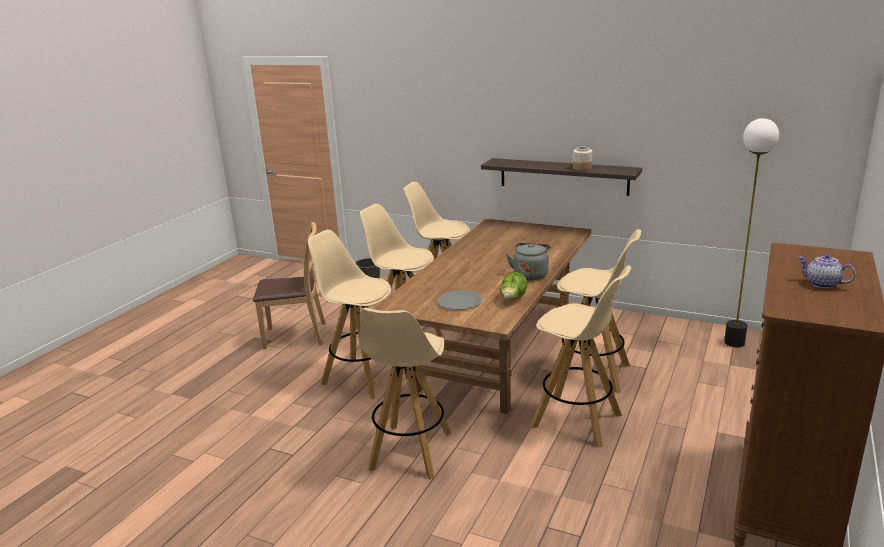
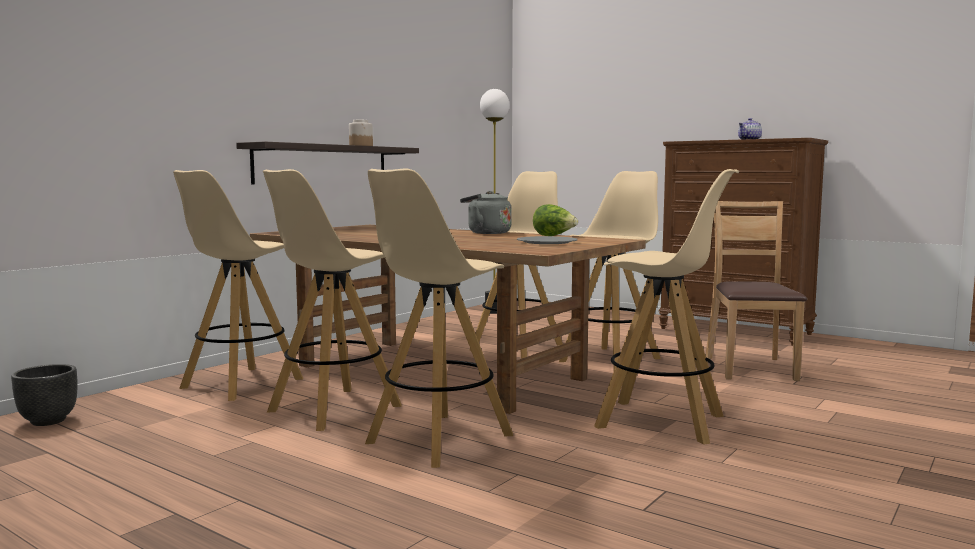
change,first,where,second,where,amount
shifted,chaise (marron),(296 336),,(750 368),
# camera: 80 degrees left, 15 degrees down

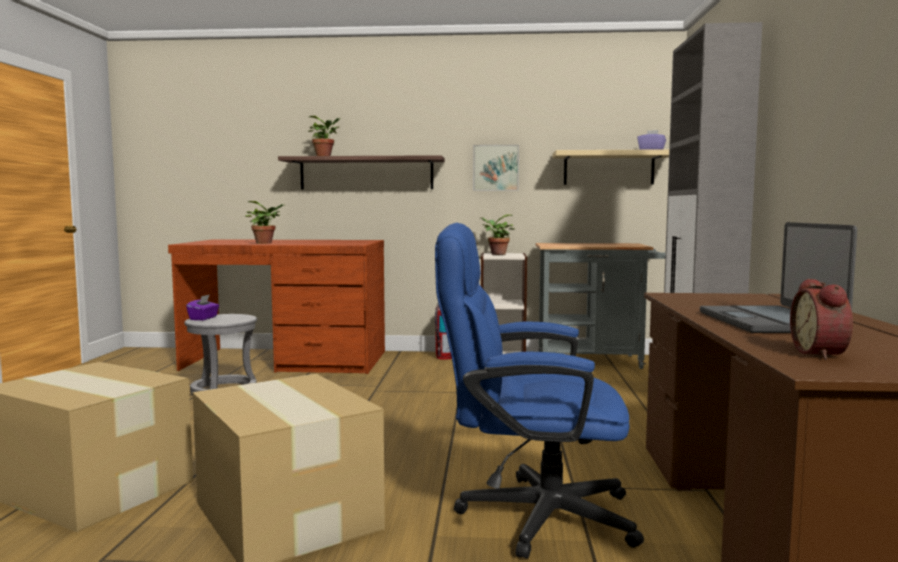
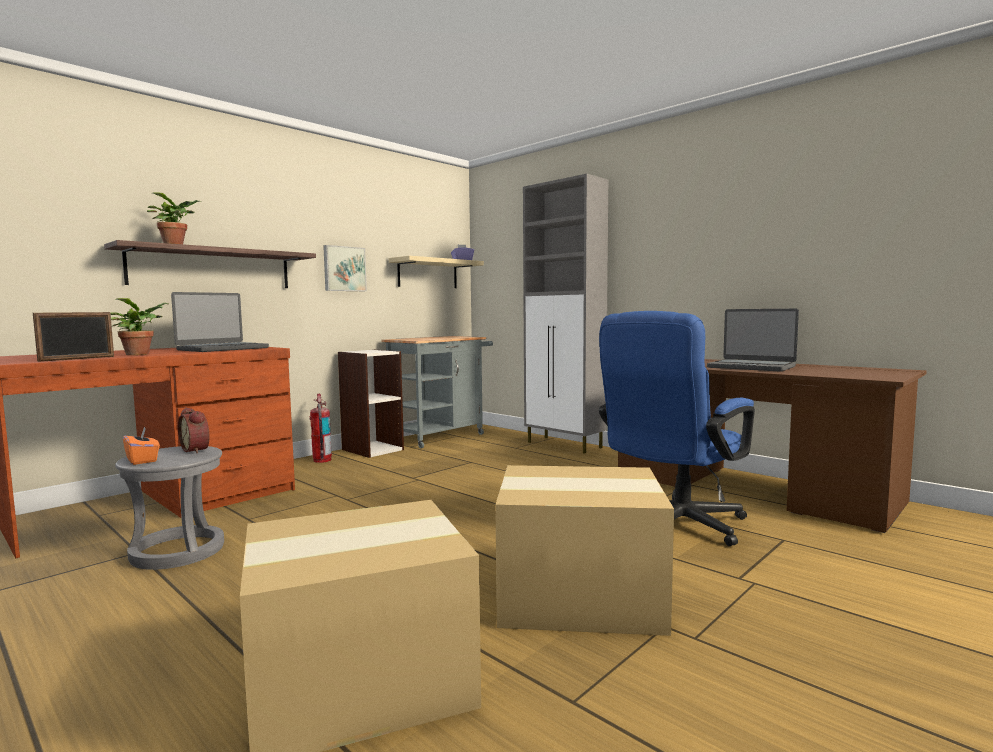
change,first,where,second,where,amount
repainted,boîte à mouchoirs (violet),(203 318),boîte à mouchoirs (orange),(142 460),
gone,plante en pot,(496 254),,,
shifted,réveil,(822 354),,(197 450),
new,,,cadre photo,(77 359),
new,,,ordinateur portable,(222 349),
# camera: 50 degrees left, 0 degrees up

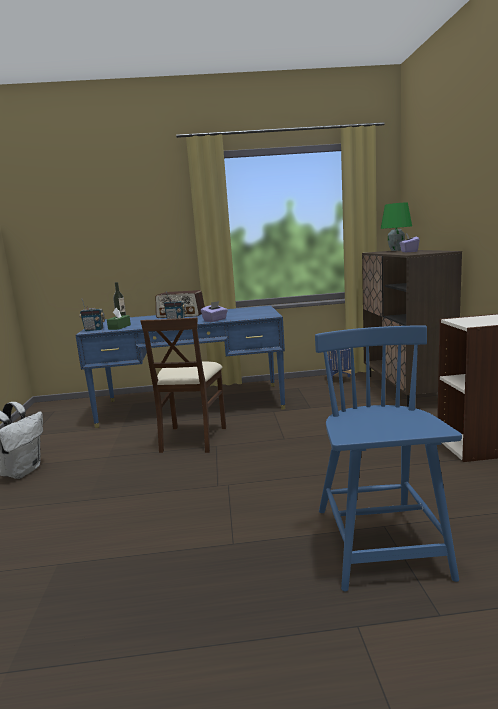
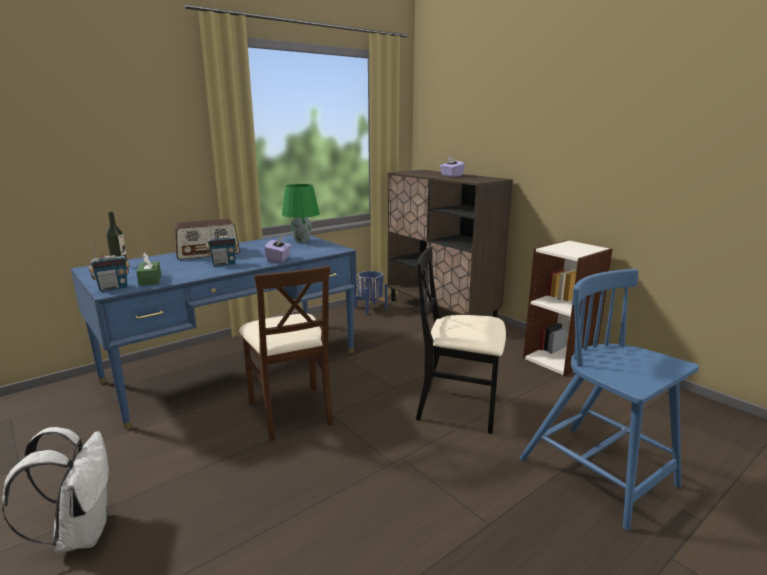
change,first,where,second,where,amount
shifted,lampe de table (vert),(396 250),,(302 241),
new,,,chaise (noir),(458 408),
# camera: 35 degrees left, 5 degrees up

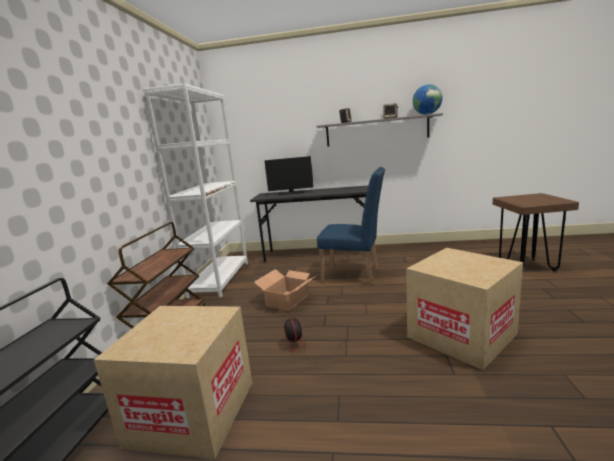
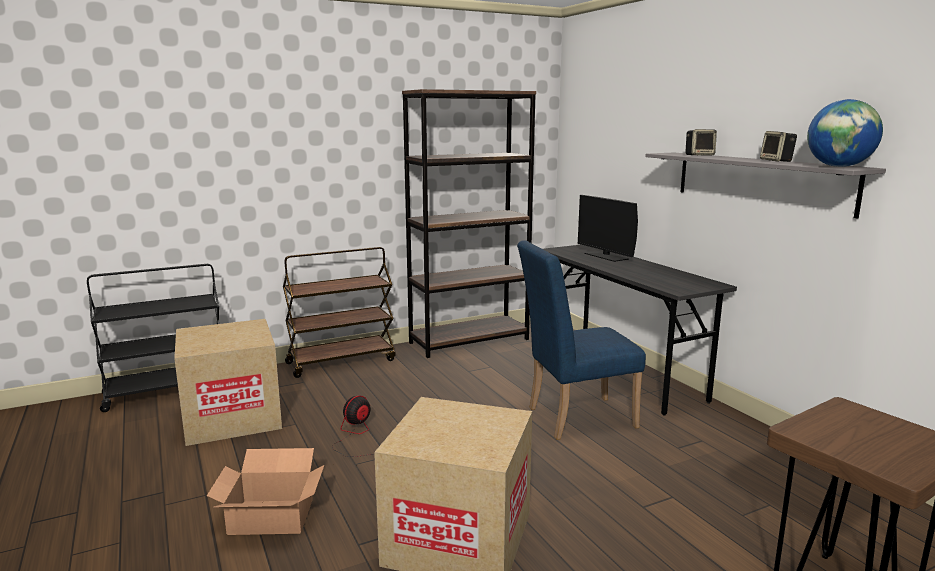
change,first,where,second,where,amount
repainted,bibliothèque (blanc),(220 278),bibliothèque (marron),(469 341),
shifted,carton,(286 300),,(270 516),
rotated,chaise (bleu),(355 275),,(573 418),90 degrees clockwise
# camera: 55 degrees right, 0 degrees up

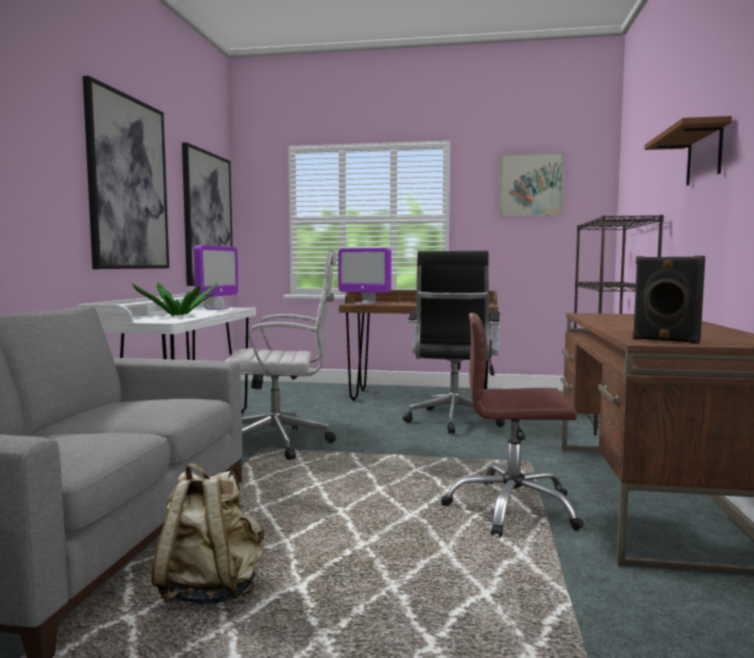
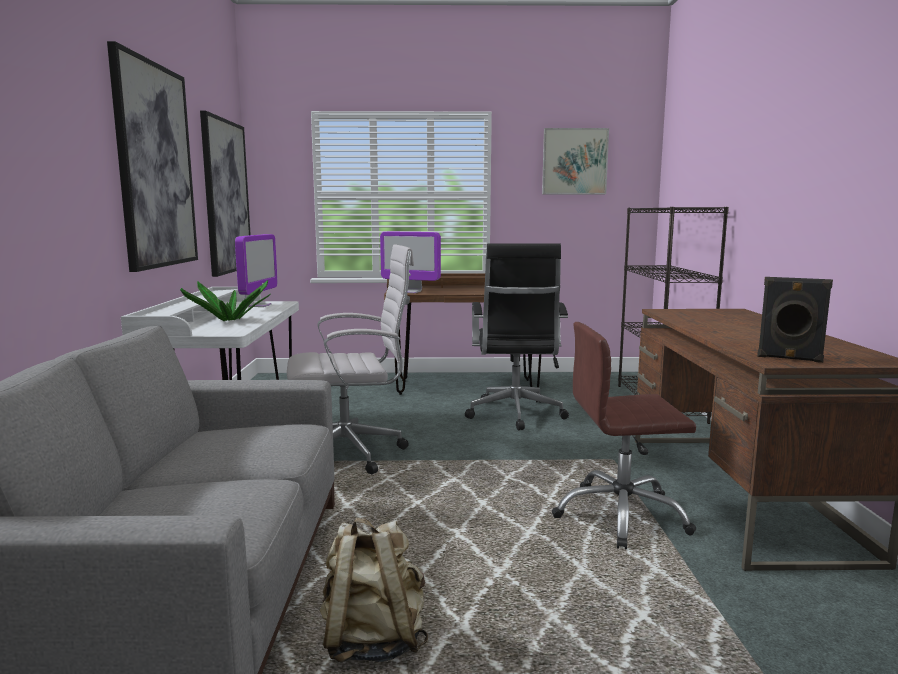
change,first,where,second,where,amount
gone,étagère (marron),(704 155),,,
# camera: 10 degrees left, 5 degrees up

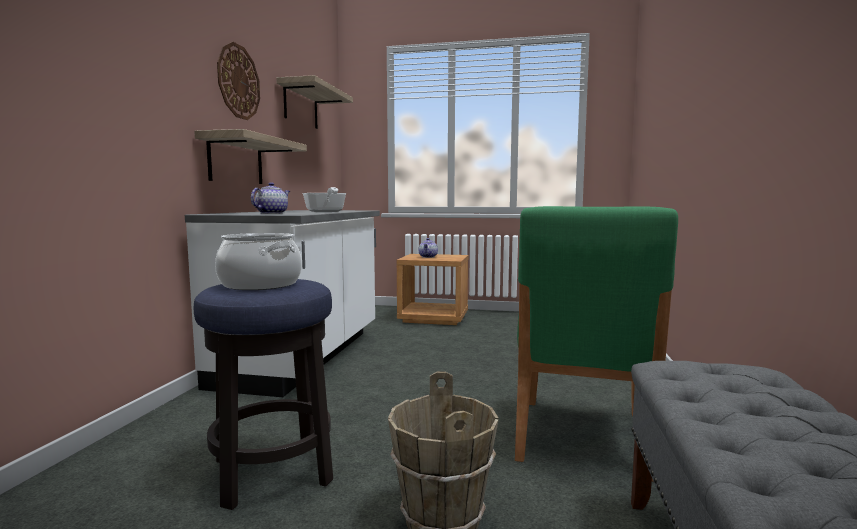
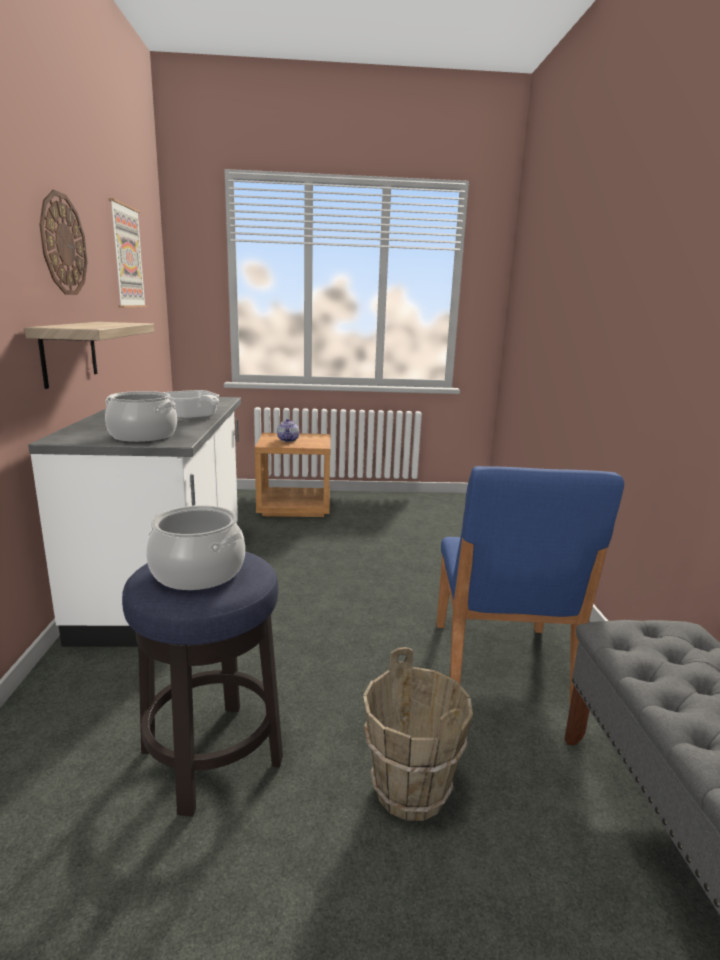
change,first,where,second,where,amount
swapped,théière,(271 213),marmite,(142 436),
swapped,étagère,(301 106),tableau,(126 257),
repainted,chaise (vert),(582 437),chaise (bleu),(499 664),
# camera: 15 degrees left, 10 degrees up

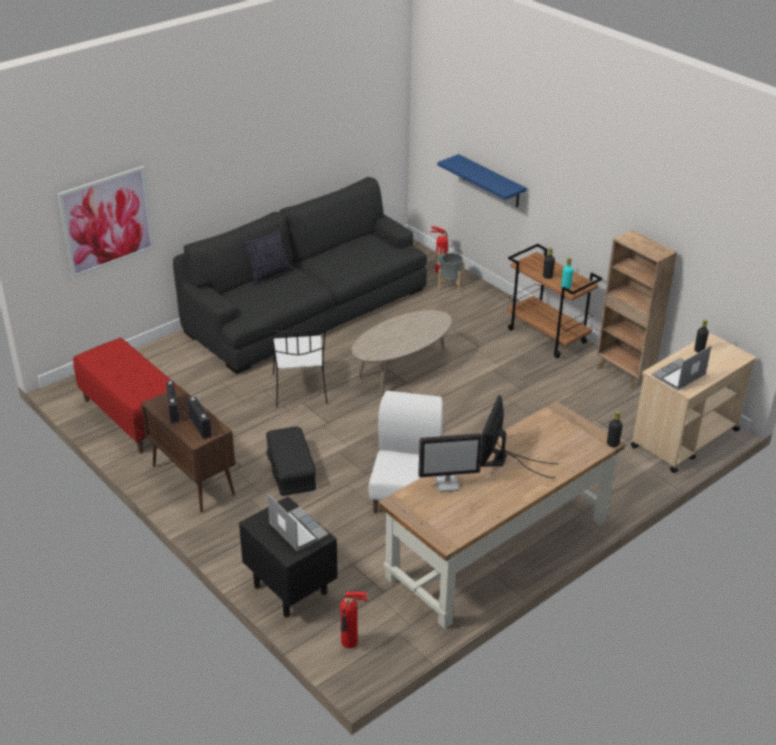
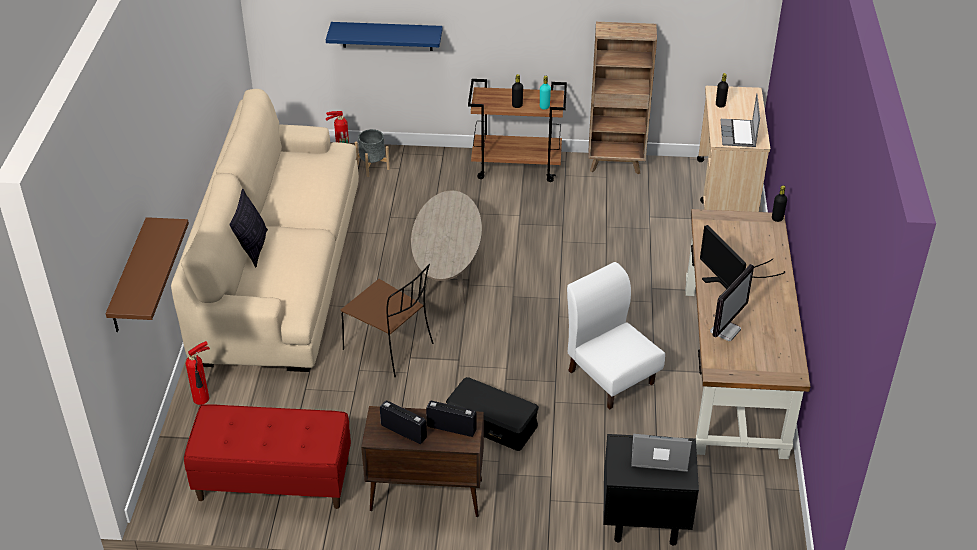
change,first,where,second,where,amount
swapped,tableau,(107 221),étagère (marron),(129 277),
repainted,canapé (noir),(307 310),canapé (beige),(279 268),
repainted,chaise (blanc),(300 390),chaise (marron),(390 347),
shifted,extincteur,(350 643),,(203 399),
# camera: 45 degrees left, 5 degrees up

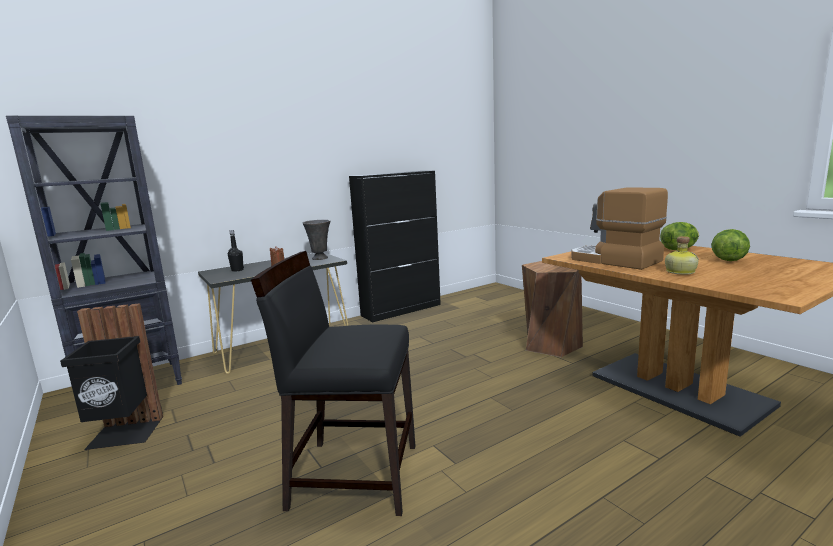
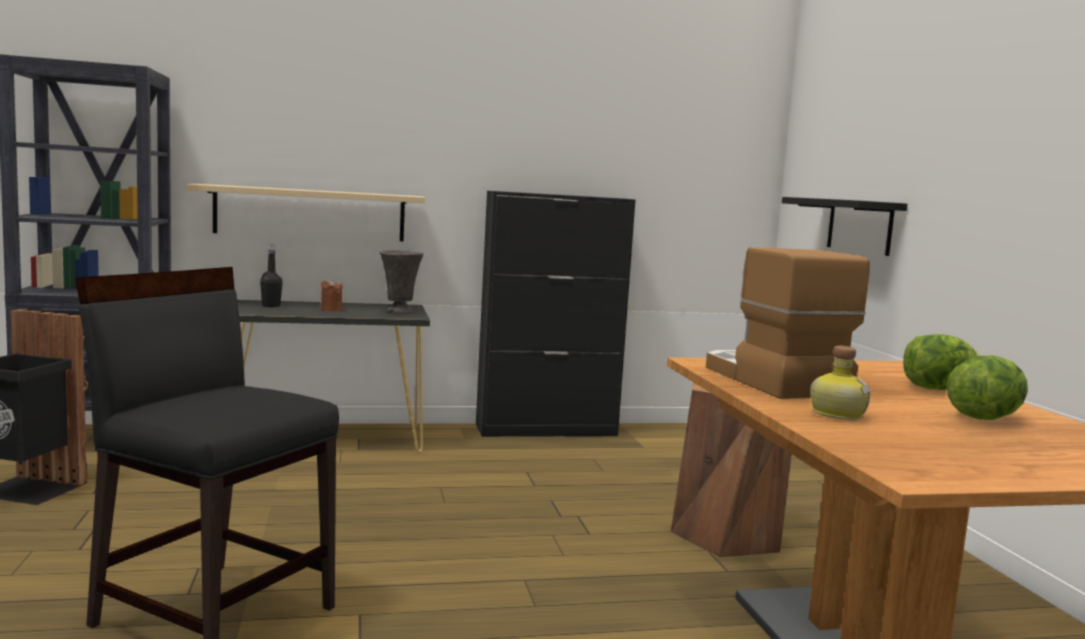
change,first,where,second,where,amount
new,,,étagère (beige),(310 213),
new,,,étagère (noir),(859 226),
# camera: 20 degrees right, 5 degrees down

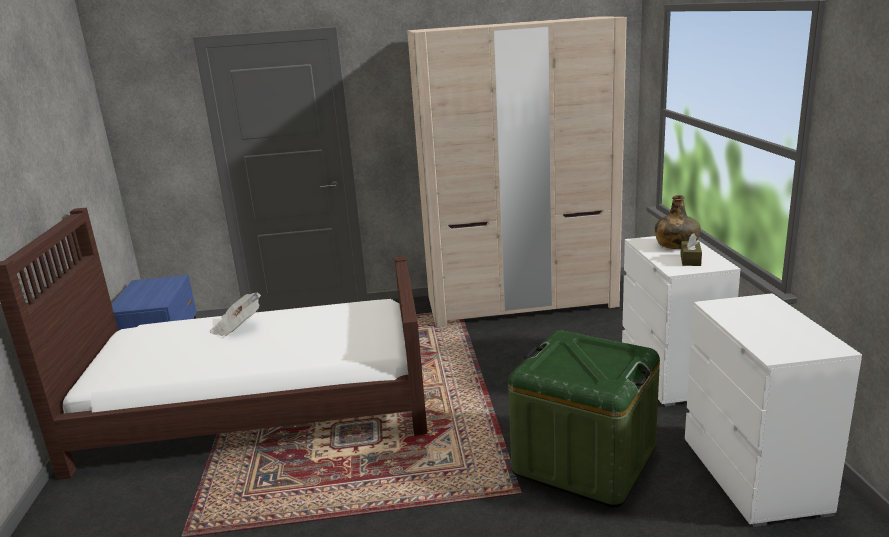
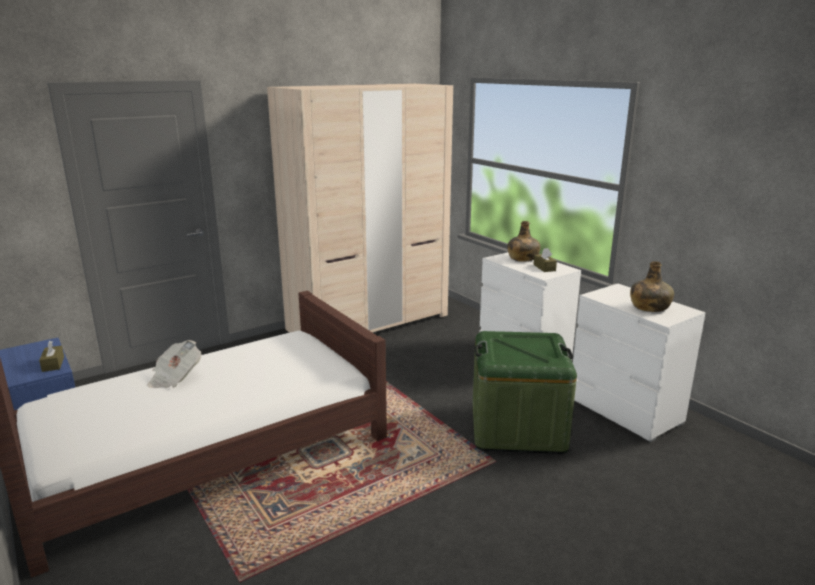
change,first,where,second,where,amount
new,,,boîte à mouchoirs (marron),(53 364),
new,,,bouteille (vert),(649 307),
# camera: 30 degrees left, 0 degrees up

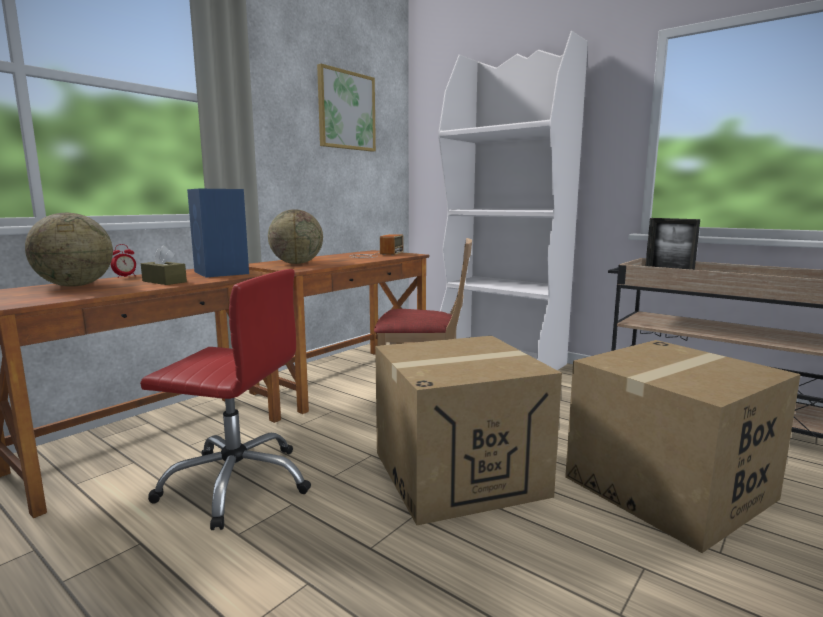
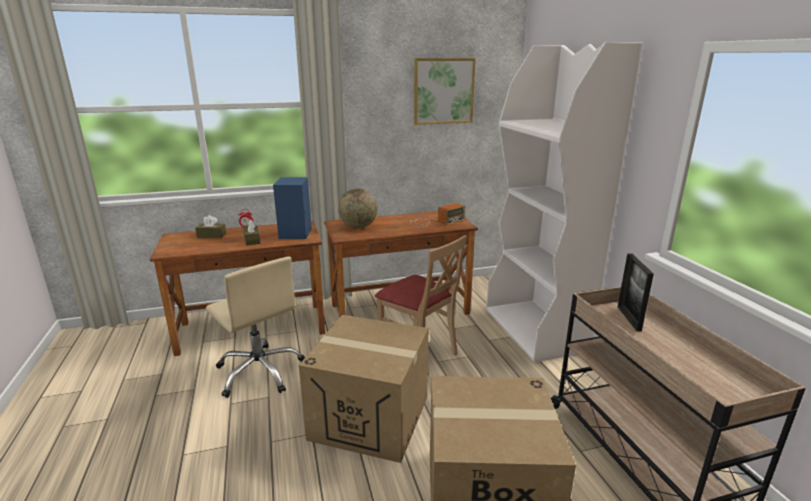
change,first,where,second,where,amount
swapped,globe,(75 285),boîte à mouchoirs (marron),(211 235),
repainted,chaise de bureau (rouge),(237 483),chaise de bureau (beige),(260 371),
# camera: 35 degrees right, 10 degrees up

